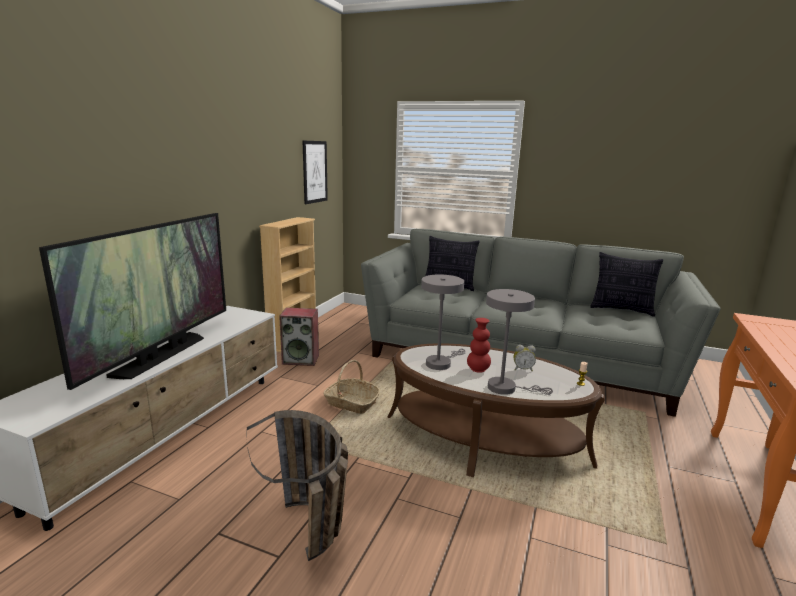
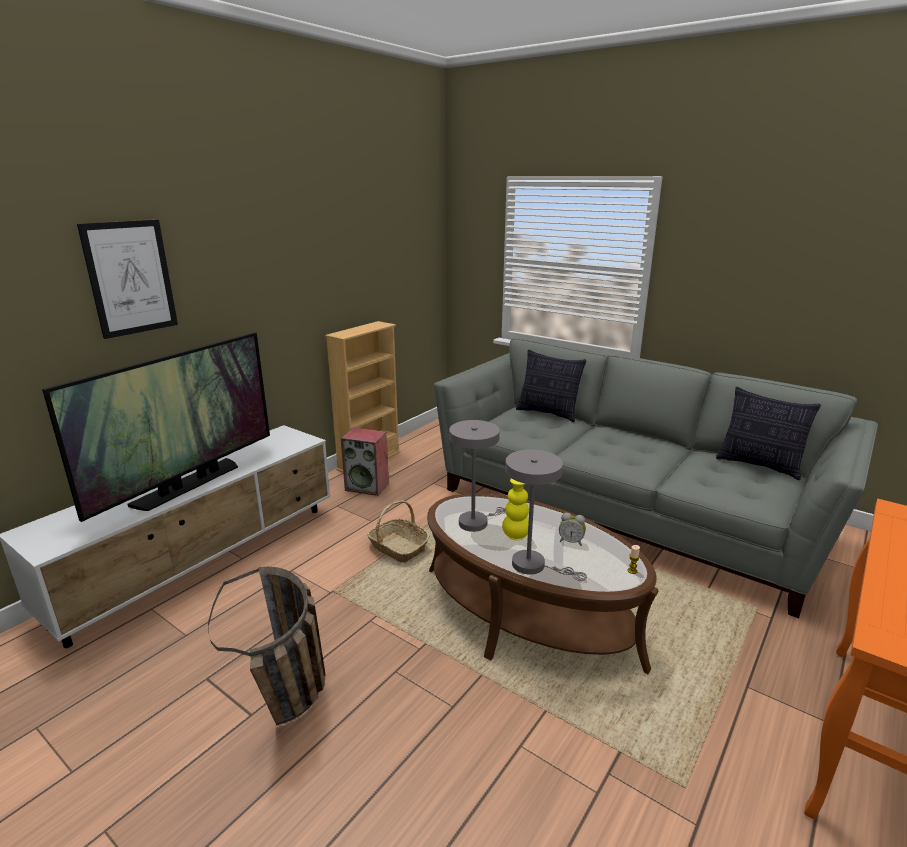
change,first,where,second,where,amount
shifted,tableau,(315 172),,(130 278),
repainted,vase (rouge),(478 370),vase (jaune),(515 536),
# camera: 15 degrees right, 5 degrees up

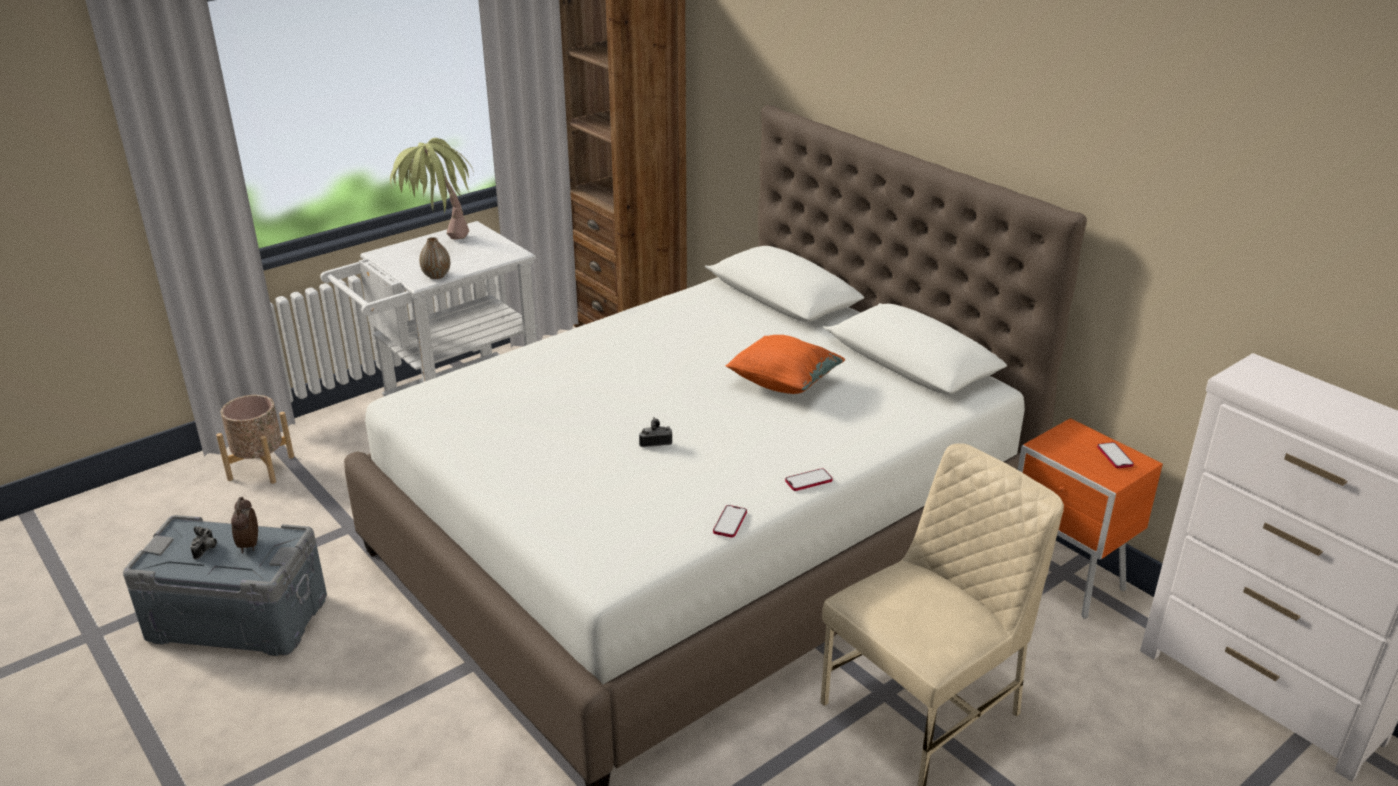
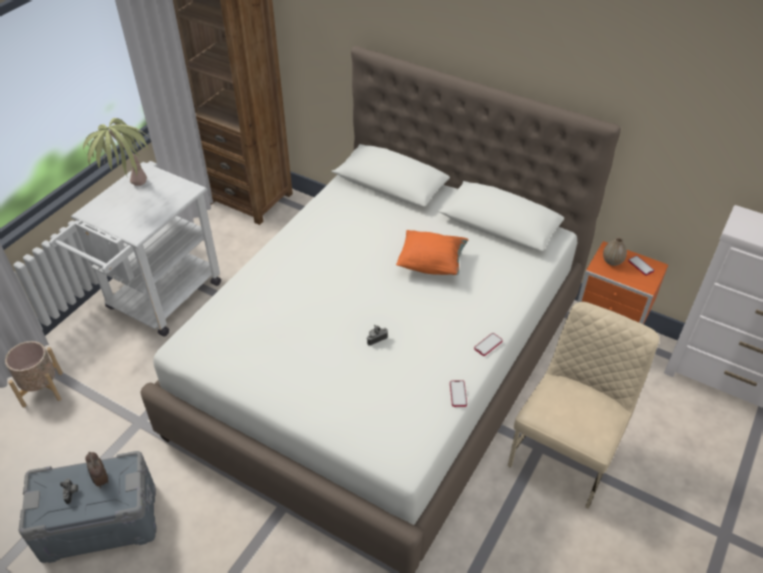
change,first,where,second,where,amount
shifted,vase,(436 276),,(612 261),
# camera: 20 degrees left, 15 degrees up

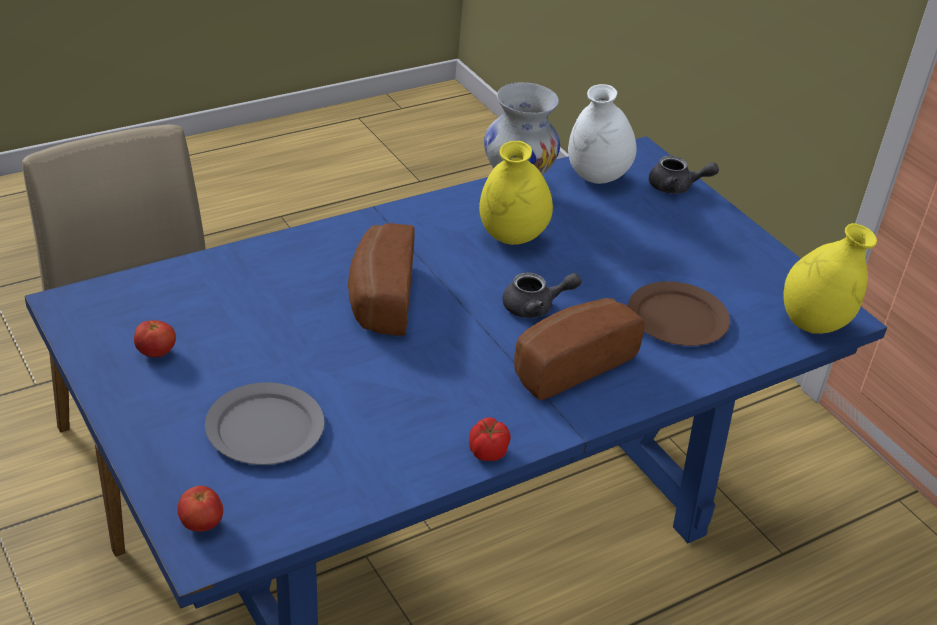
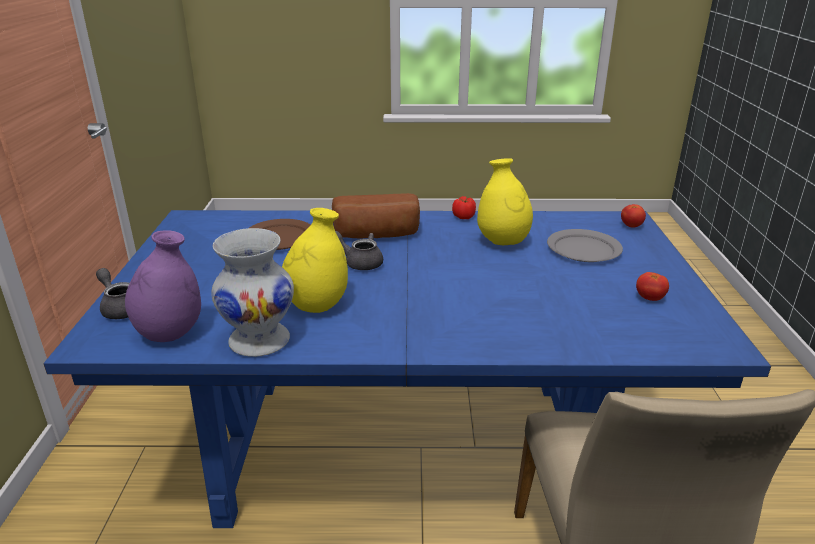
change,first,where,second,where,amount
gone,pain,(378 298),,,
repainted,vase (blanc),(596 178),vase (violet),(170 333),
shifted,vase (jaune),(813 323),,(503 242),
# camera: 145 degrees left, 10 degrees down

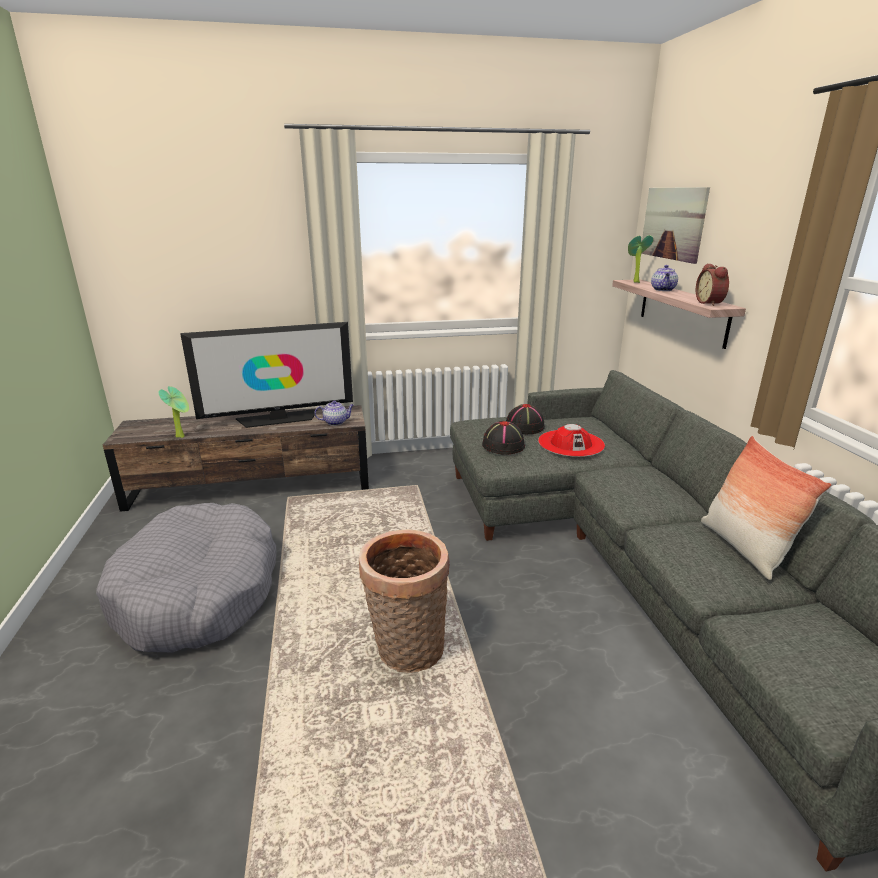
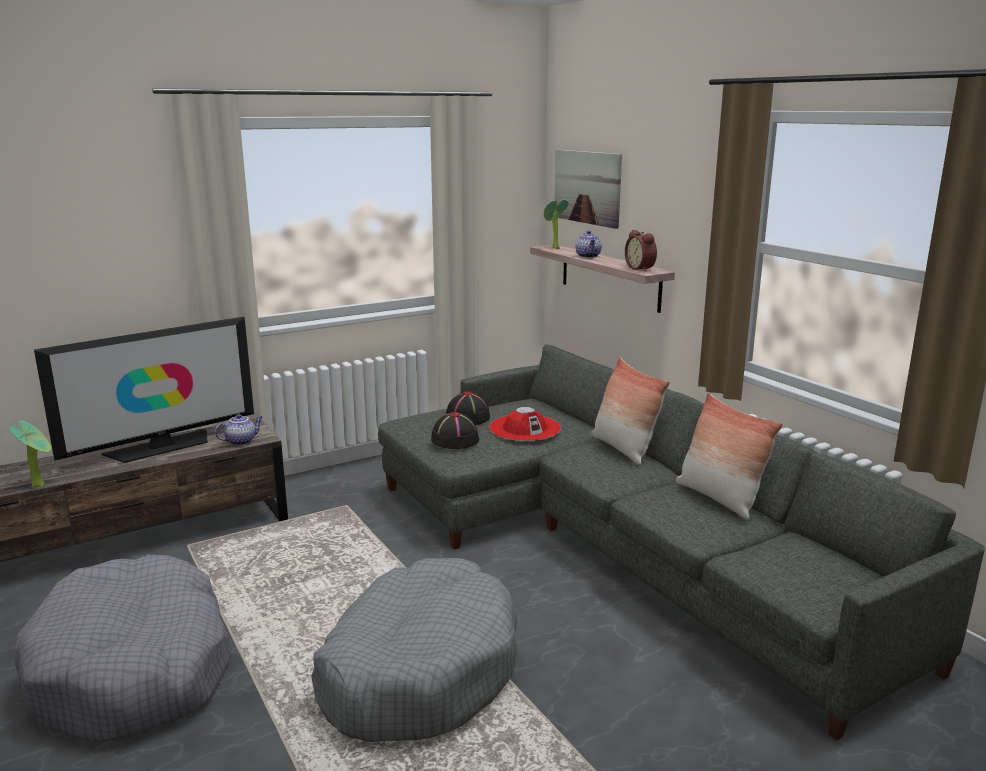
change,first,where,second,where,amount
swapped,panier,(406 651),panier pour chien (gris),(418 670),
new,,,coussin,(623 449),
# camera: 20 degrees left, 5 degrees down

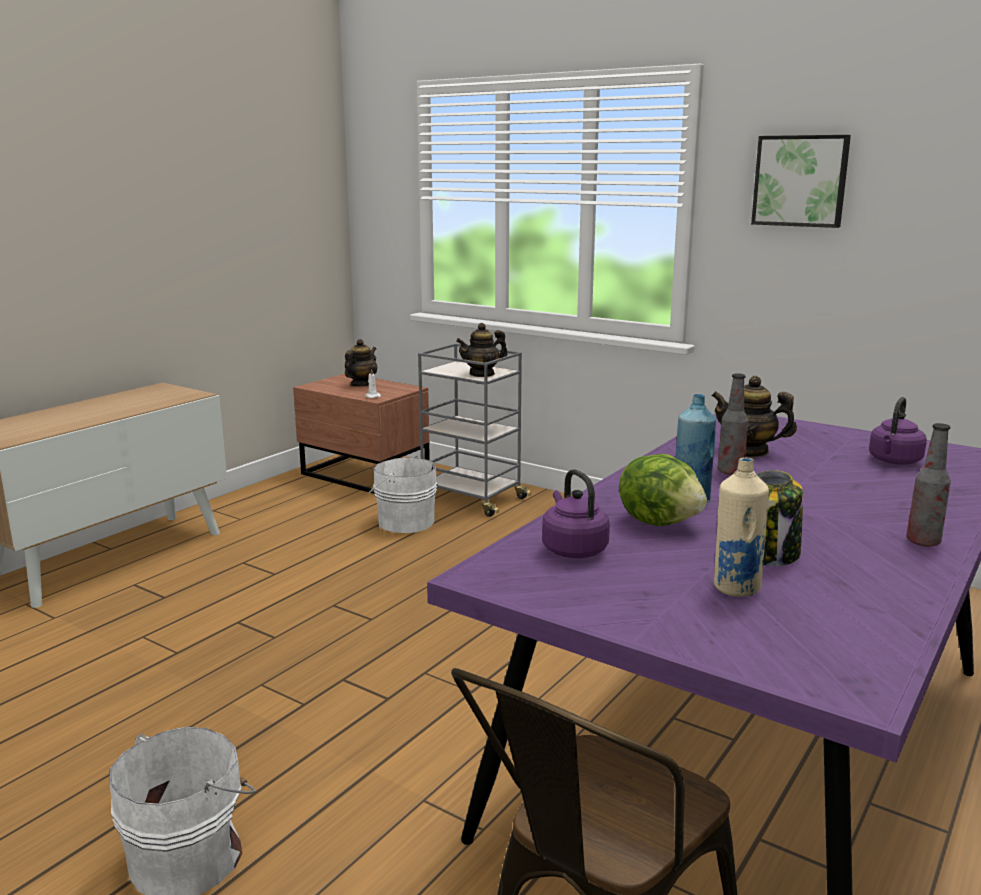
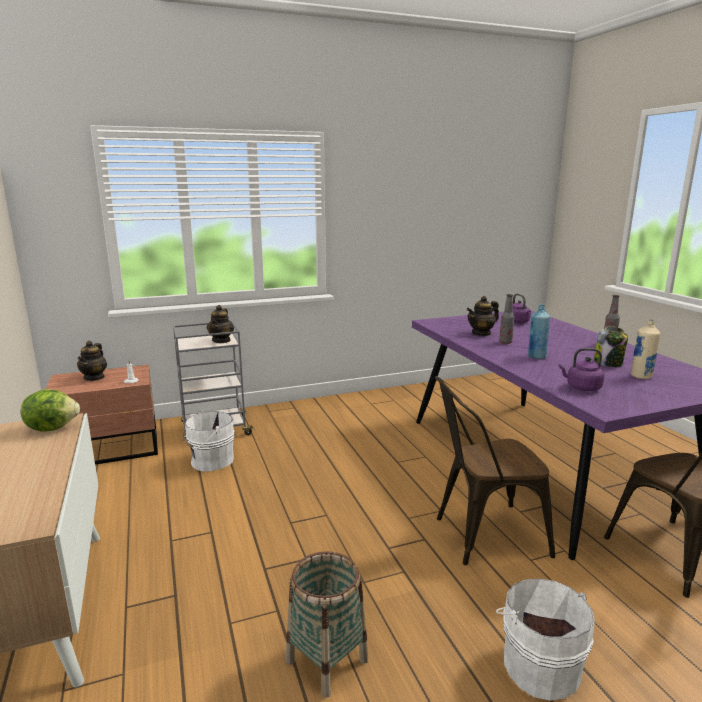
change,first,where,second,where,amount
rotated,théière,(361 384),,(94 377),150 degrees counterclockwise
shifted,laitue,(660 521),,(52 427),
gone,tableau,(800 181),,,
new,,,panier,(327 660),
new,,,chaise (marron),(482 535),
# camera: 55 degrees left, 0 degrees up

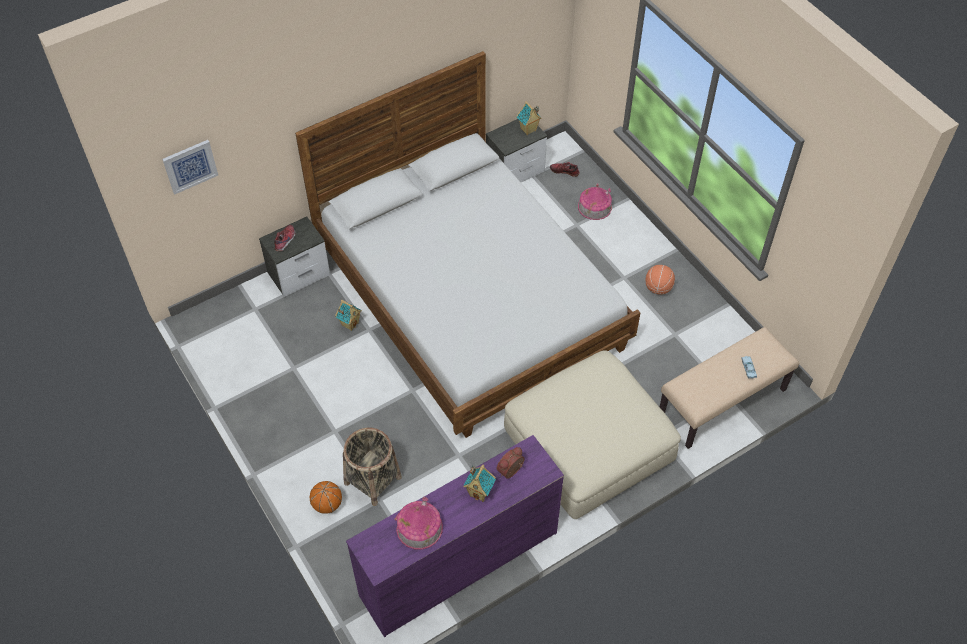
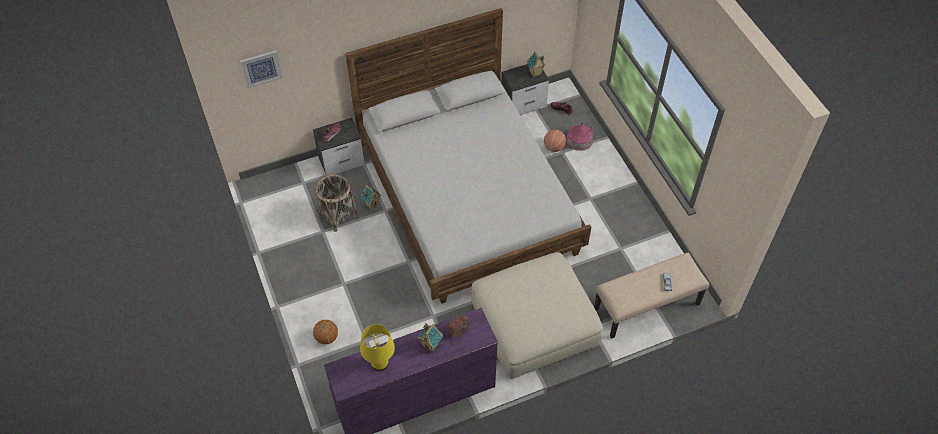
change,first,where,second,where,amount
shifted,panier,(373 480),,(338 215),
swapped,maison miniature,(419 528),lampe de table (jaune),(380 364),
shifted,ballon de basket,(658 288),,(554 147),
# camera: 10 degrees right, 0 degrees up

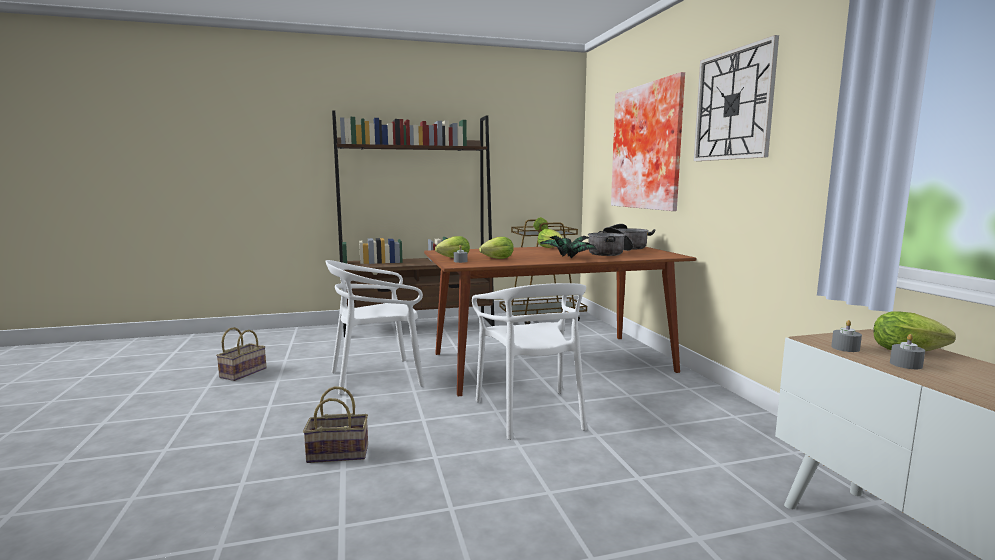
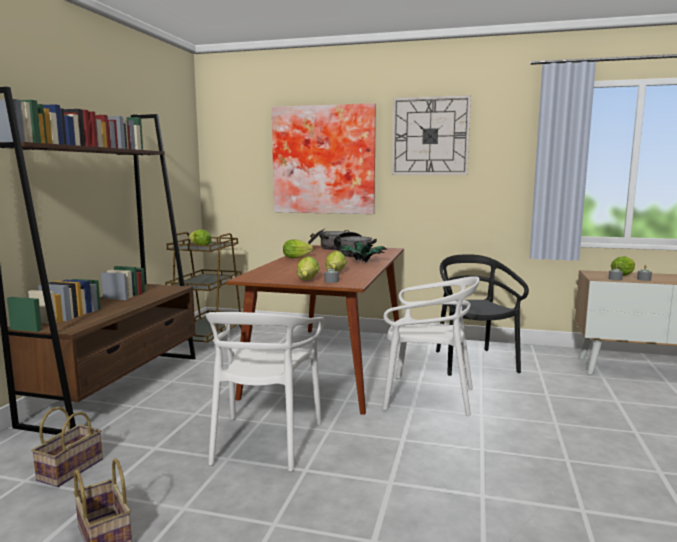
change,first,where,second,where,amount
shifted,panier,(340 453),,(71 469),
new,,,chaise (noir),(473 362),
# camera: 60 degrees left, 0 degrees up

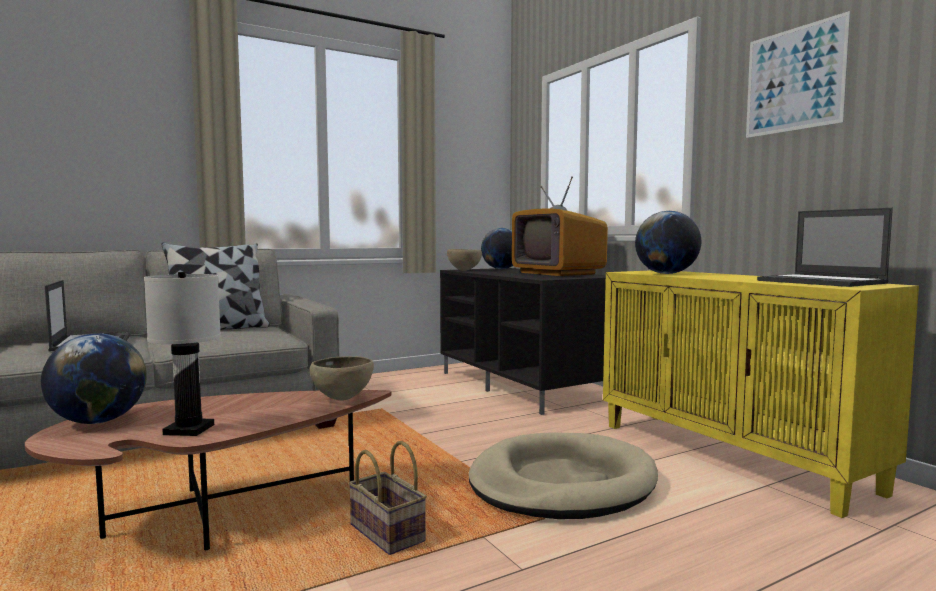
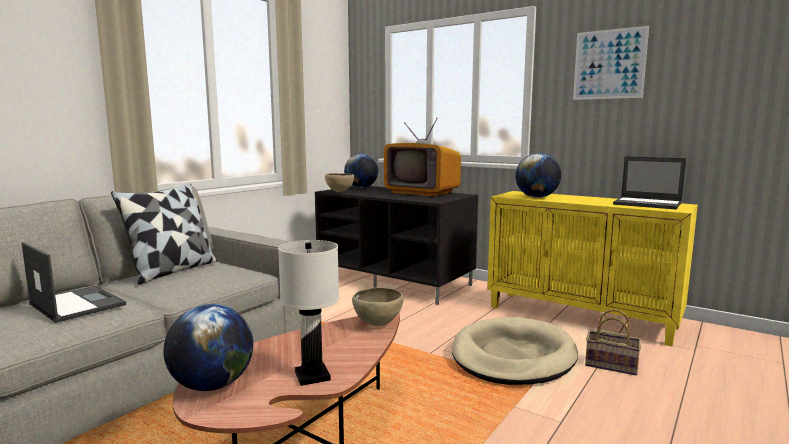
change,first,where,second,where,amount
shifted,panier,(389 534),,(612 365),
# camera: 25 degrees left, 5 degrees up

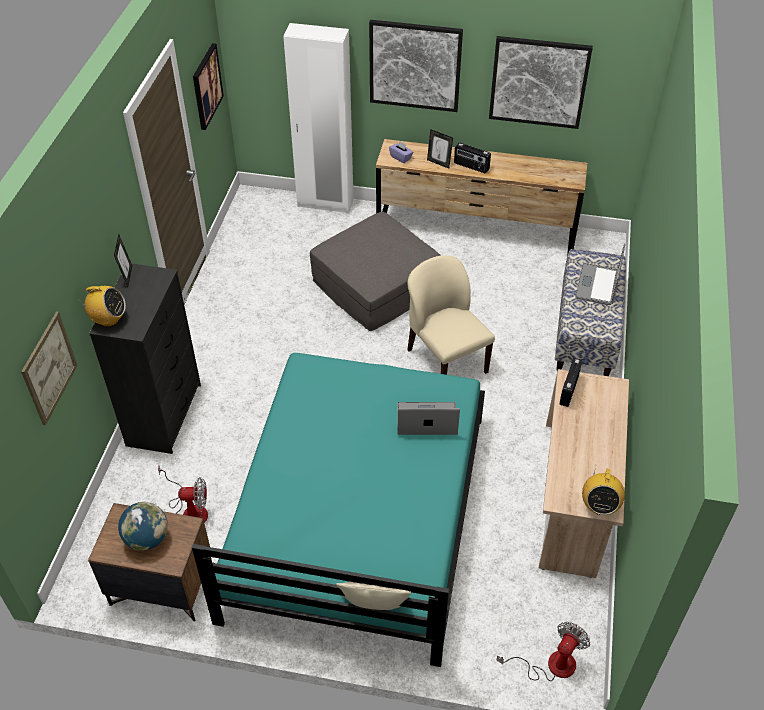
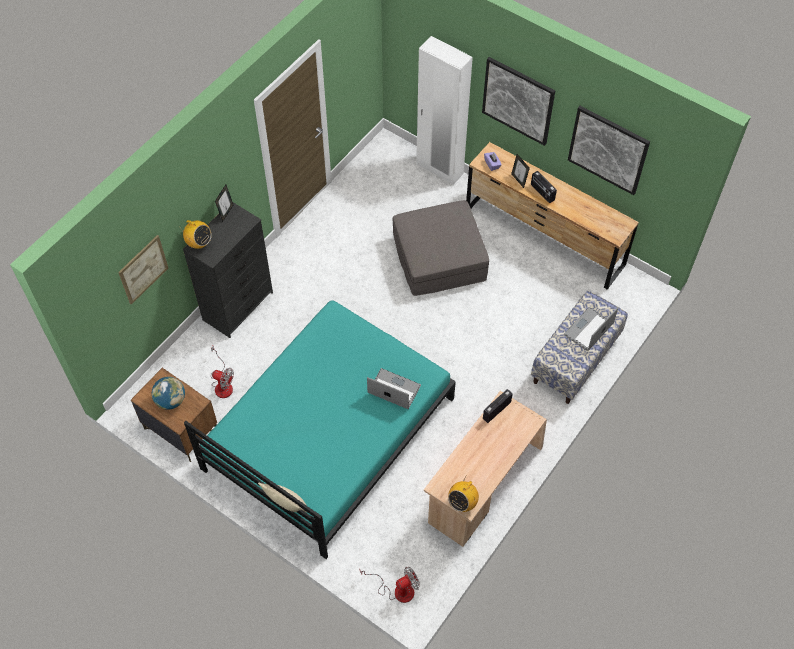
change,first,where,second,where,amount
gone,tableau,(206 86),,,
gone,chaise (beige),(446 360),,,
# camera: 25 degrees right, 10 degrees up

